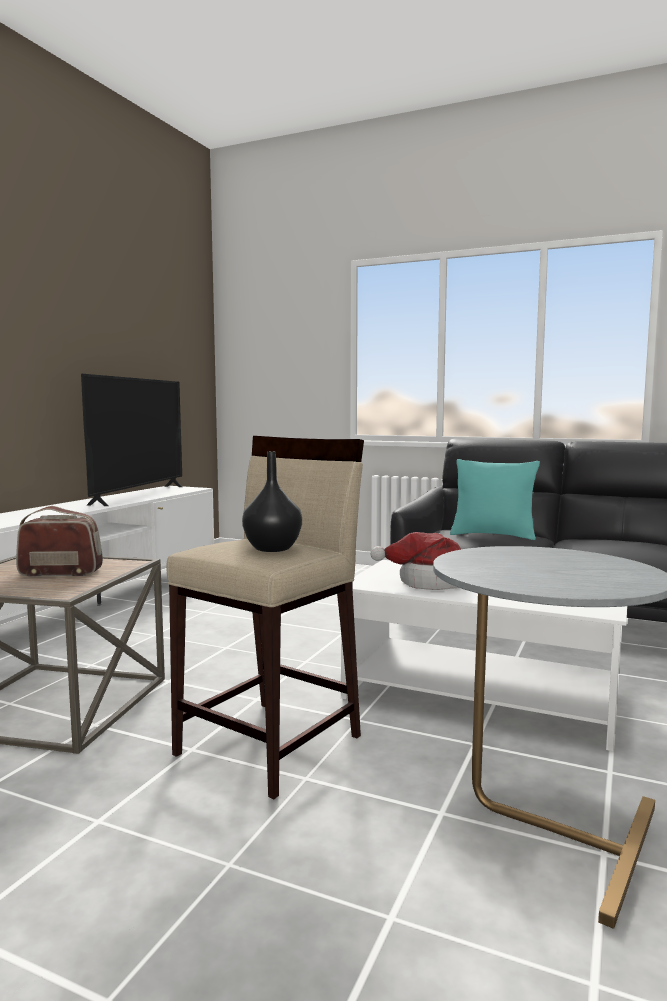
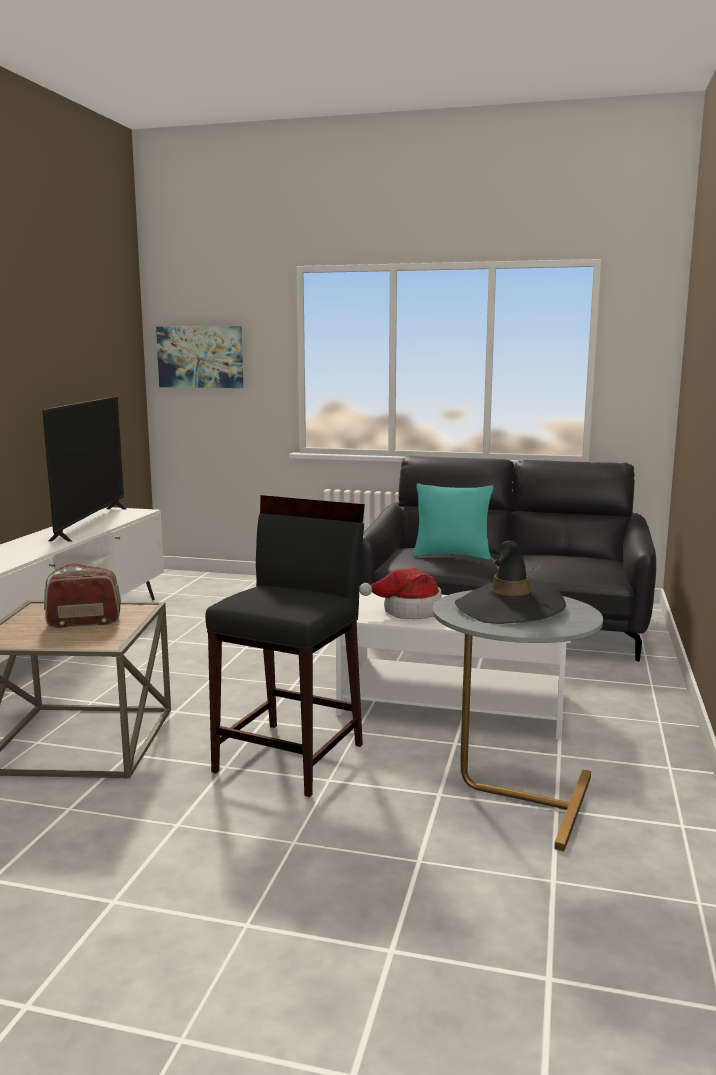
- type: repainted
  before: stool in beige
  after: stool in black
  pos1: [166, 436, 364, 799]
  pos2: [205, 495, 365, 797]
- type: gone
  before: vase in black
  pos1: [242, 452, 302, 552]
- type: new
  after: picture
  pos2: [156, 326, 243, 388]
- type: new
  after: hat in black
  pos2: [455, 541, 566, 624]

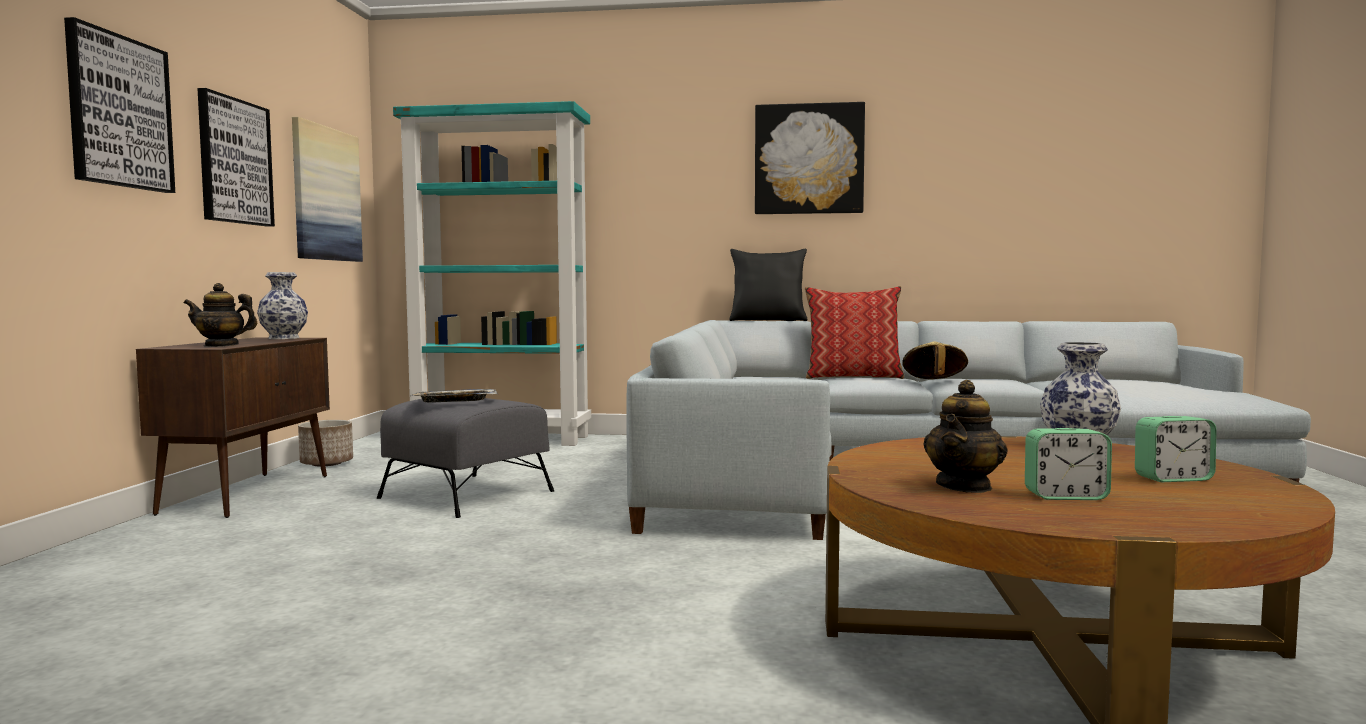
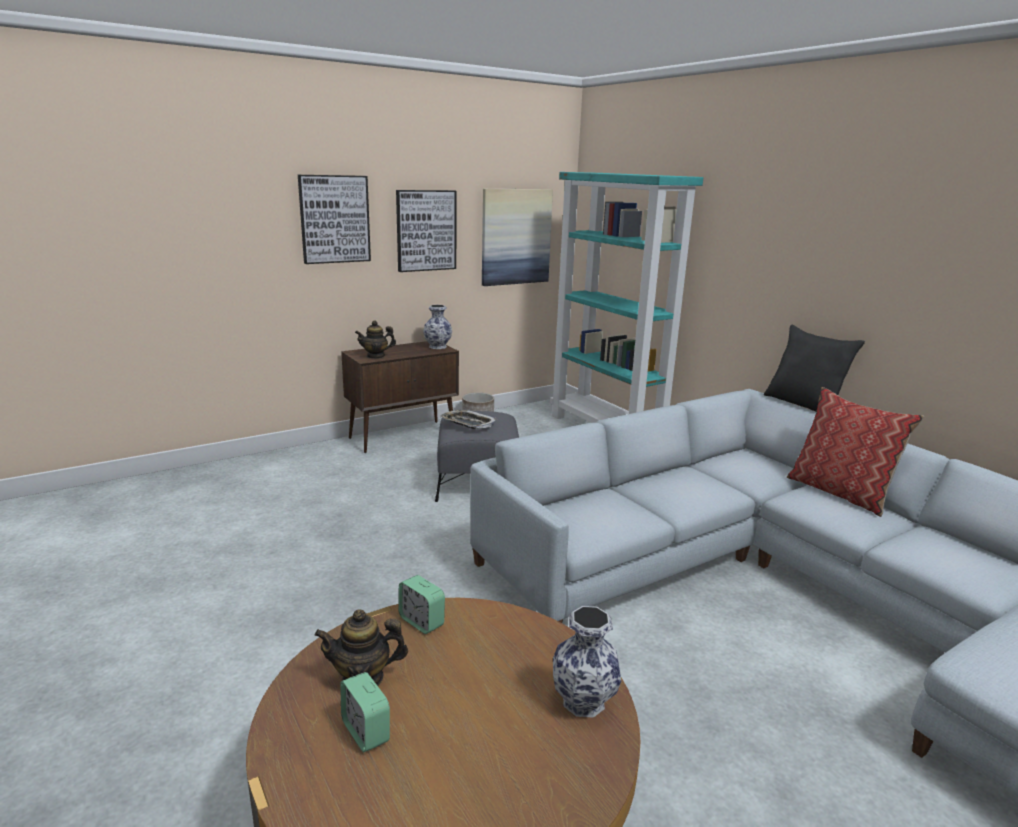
- type: gone
  before: picture
  pos1: [755, 102, 865, 214]
- type: rotated
  before: teapot
  pos1: [184, 283, 257, 347]
  pos2: [355, 321, 396, 359]
  turn: -60
- type: gone
  before: hat in beige
  pos1: [902, 341, 968, 379]
- type: shifted
  before: alarm clock
  pos1: [1135, 416, 1217, 482]
  pos2: [399, 575, 445, 634]

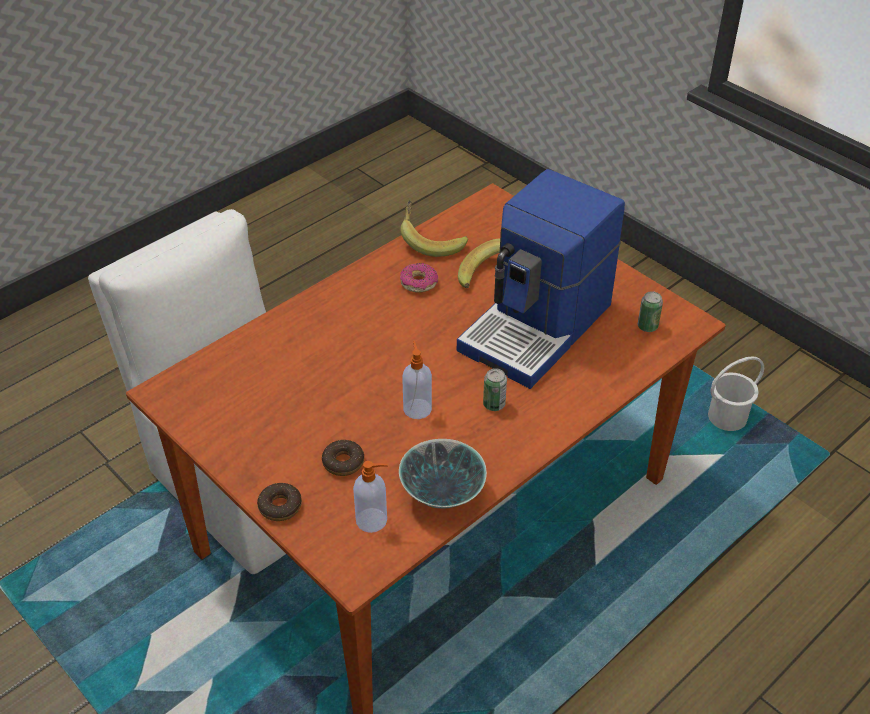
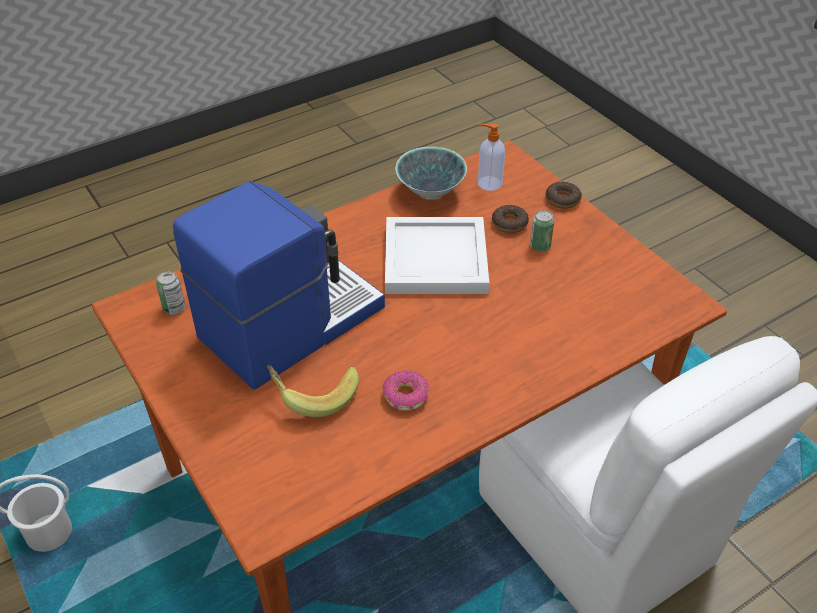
- type: gone
  before: banana
  pos1: [400, 200, 468, 257]
- type: swapped
  before: soap dispenser
  after: tray in white
  pos1: [402, 341, 432, 419]
  pos2: [385, 217, 489, 294]
- type: shifted
  before: can
  pos1: [483, 368, 507, 411]
  pos2: [530, 210, 554, 252]

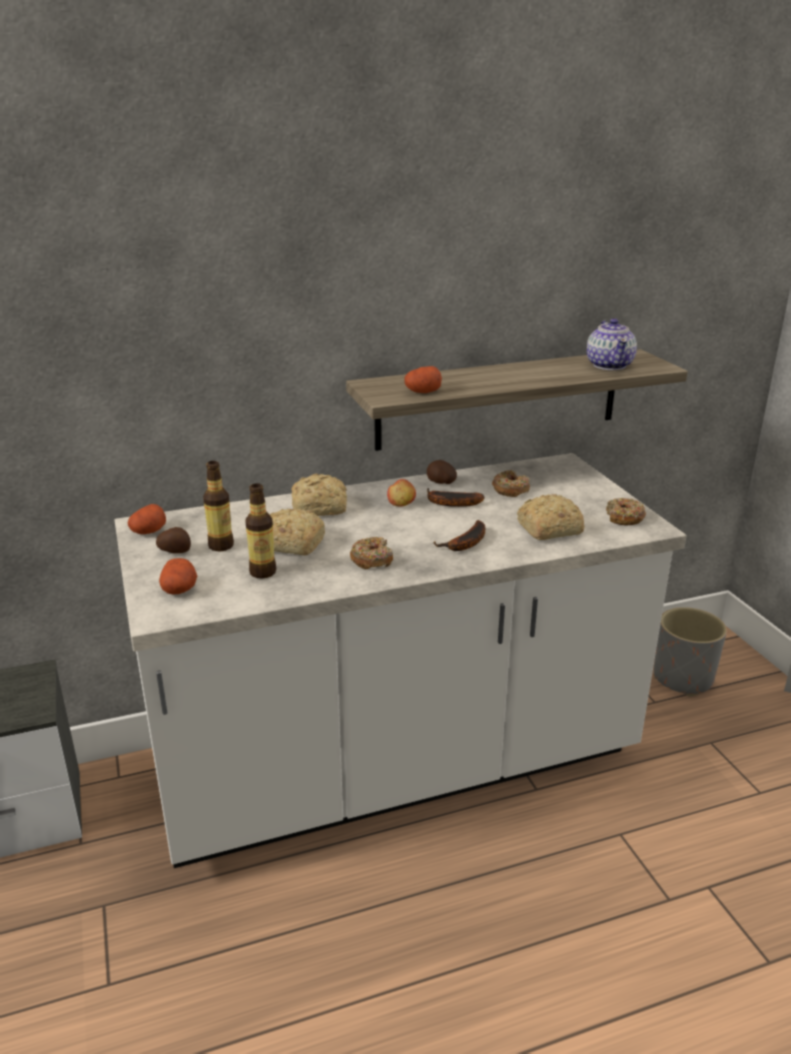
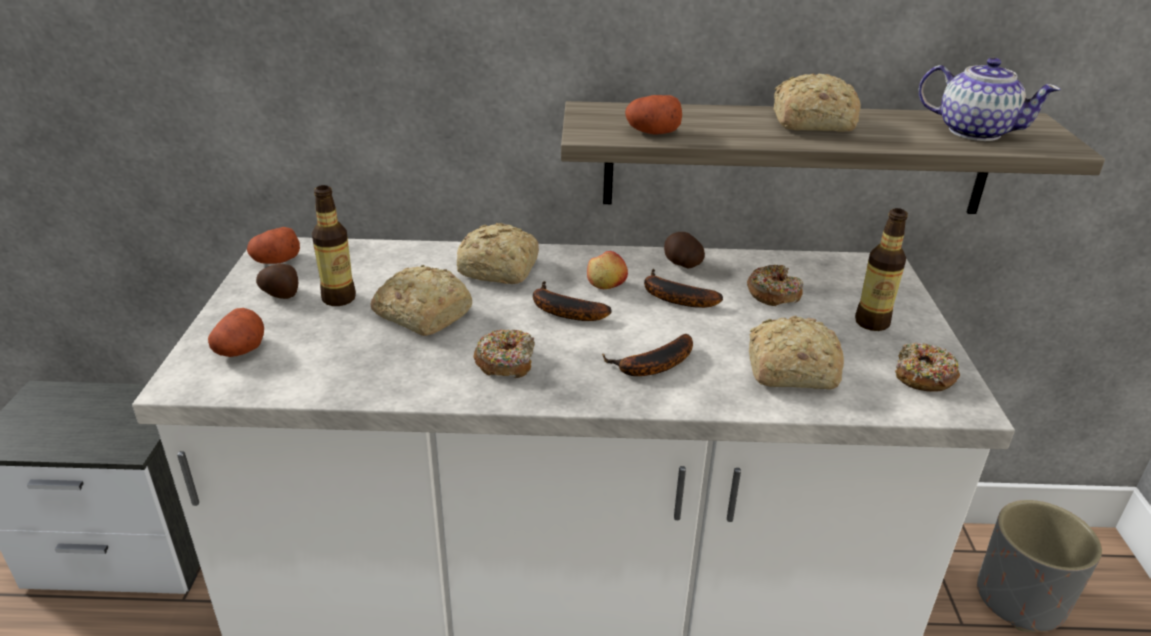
- type: rotated
  before: teapot
  pos1: [587, 318, 637, 370]
  pos2: [919, 58, 1061, 141]
  turn: -75
- type: shifted
  before: bottle
  pos1: [245, 483, 276, 579]
  pos2: [855, 208, 908, 331]
- type: new
  after: bread
  pos2: [774, 74, 861, 132]
- type: new
  after: banana
  pos2: [533, 281, 612, 321]

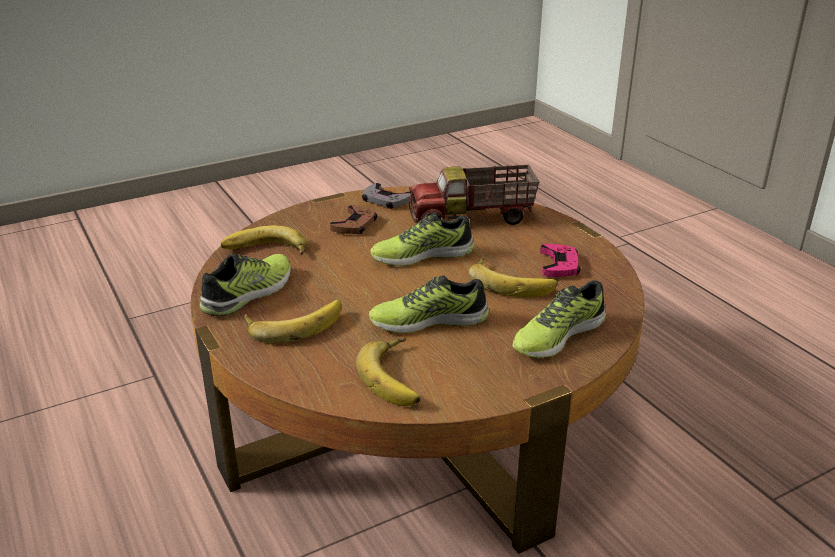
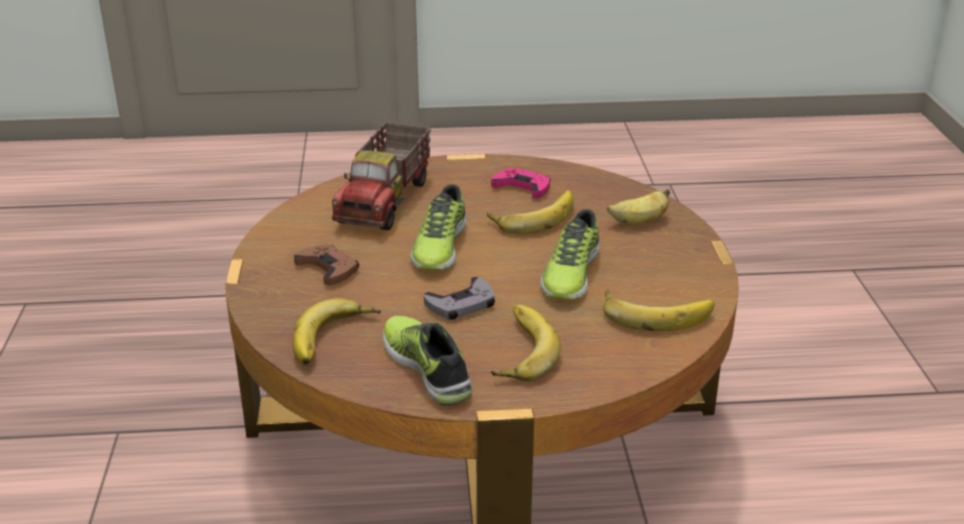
- type: shifted
  before: game controller in grey
  pos1: [362, 183, 411, 209]
  pos2: [424, 277, 495, 320]
- type: swapped
  before: shoe
  after: banana
  pos1: [512, 280, 606, 358]
  pos2: [607, 189, 670, 225]

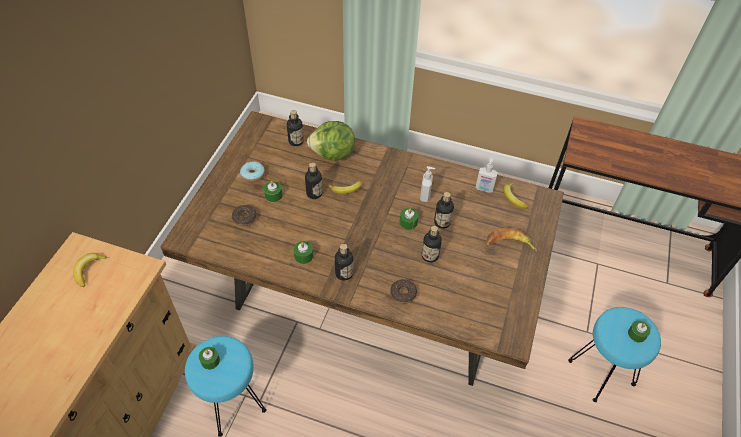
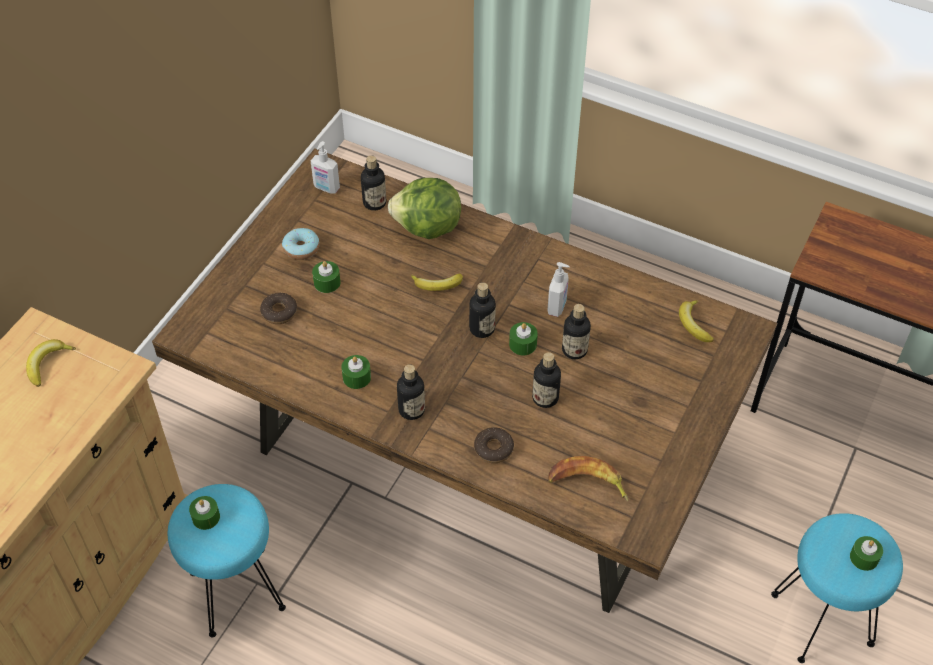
- type: shifted
  before: soap dispenser
  pos1: [475, 158, 498, 193]
  pos2: [311, 141, 340, 194]
- type: shifted
  before: bottle
  pos1: [305, 162, 323, 199]
  pos2: [469, 282, 496, 338]
- type: shifted
  before: banana
  pos1: [486, 228, 538, 252]
  pos2: [548, 456, 629, 501]

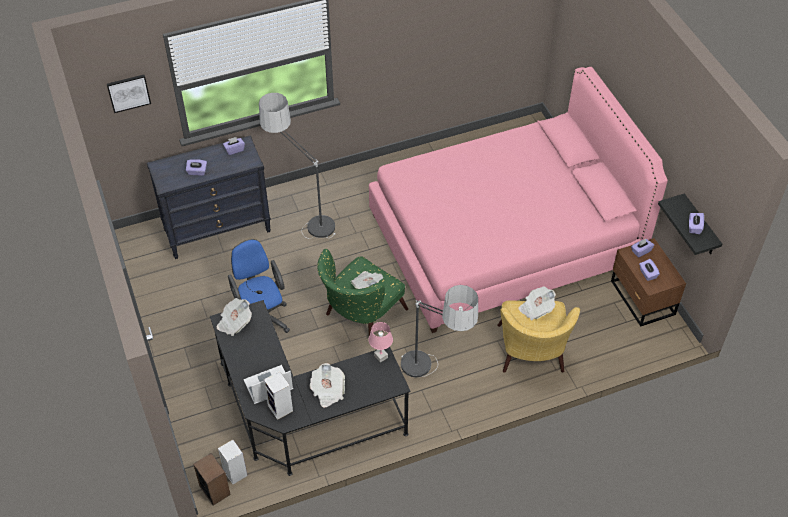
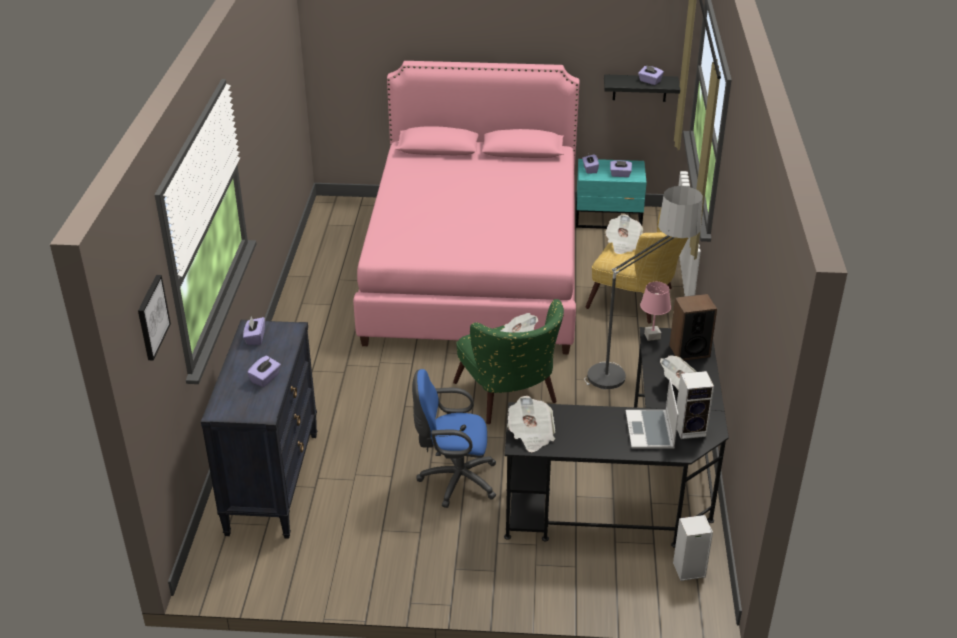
- type: gone
  before: floor lamp
  pos1: [259, 93, 336, 239]
- type: repainted
  before: nightstand in brown
  after: nightstand in turquoise
  pos1: [611, 238, 686, 327]
  pos2: [576, 159, 647, 229]
- type: shifted
  before: speaker
  pos1: [193, 453, 231, 505]
  pos2: [669, 294, 717, 360]

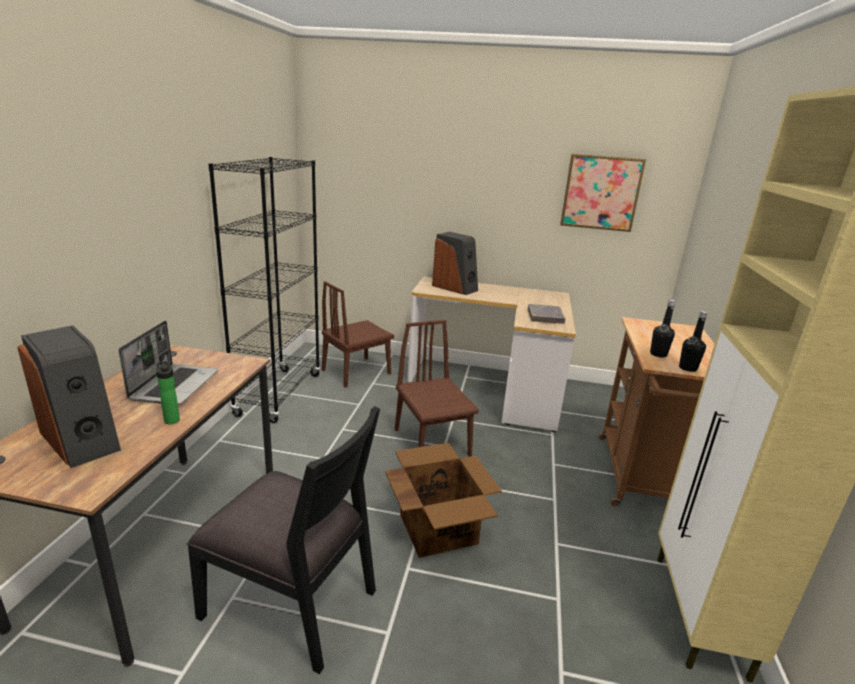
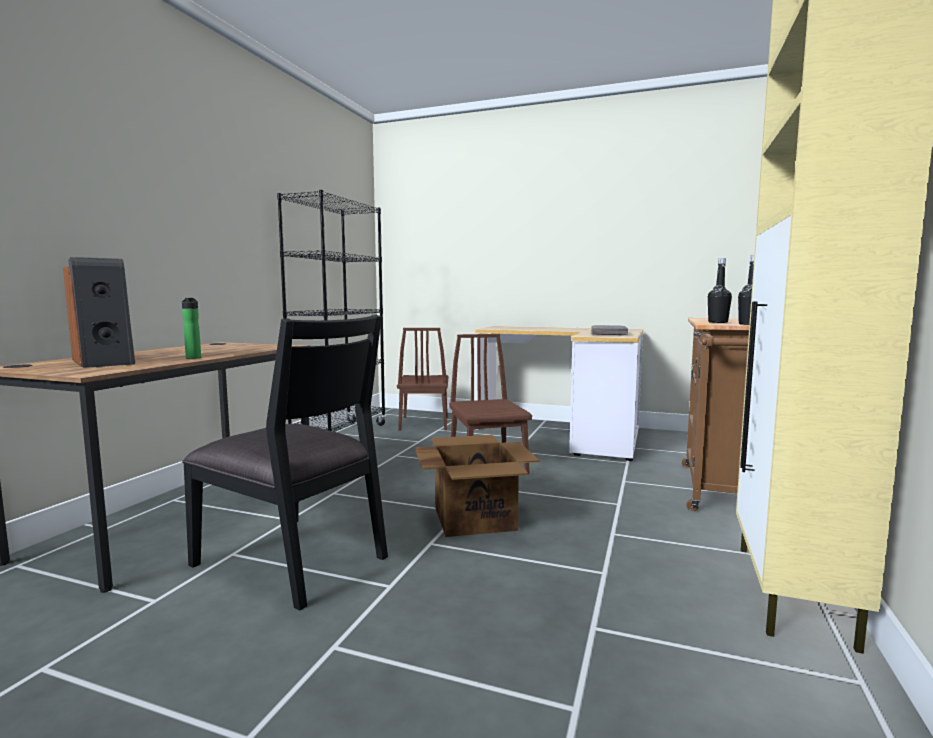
- type: gone
  before: picture
  pos1: [560, 154, 646, 232]
- type: gone
  before: speaker
  pos1: [432, 232, 478, 295]
- type: rotated
  before: chair in brown
  pos1: [322, 281, 394, 388]
  pos2: [397, 328, 448, 431]
  turn: -60
- type: gone
  before: laptop
  pos1: [118, 321, 218, 405]

